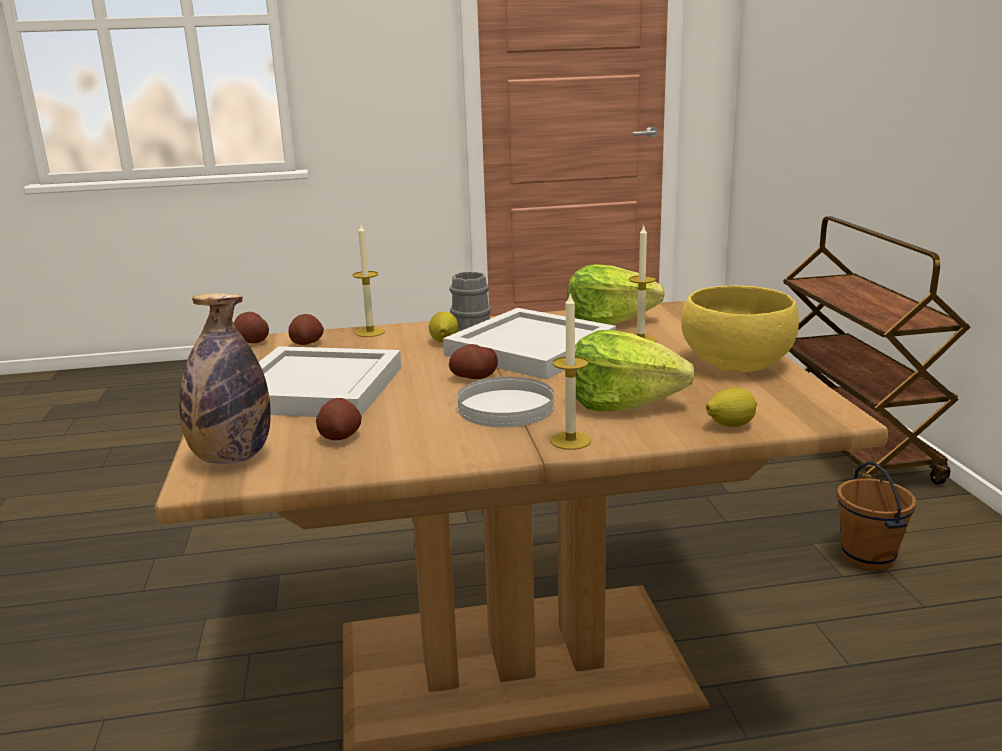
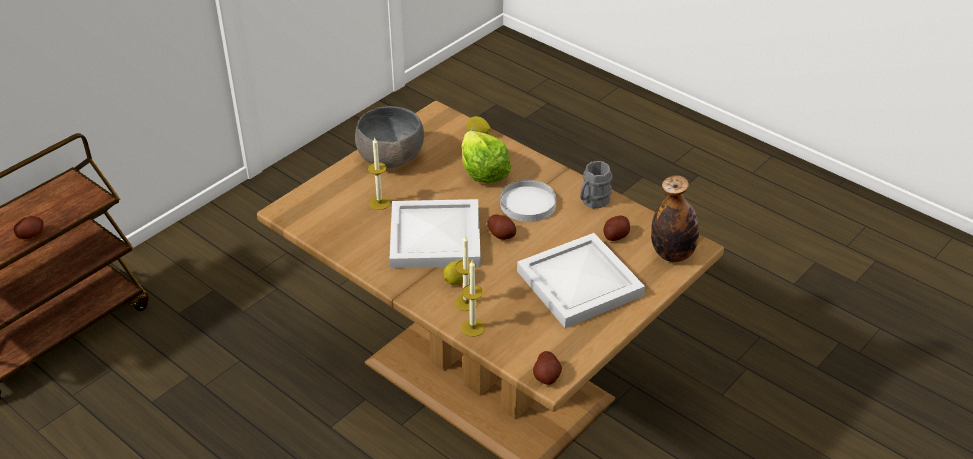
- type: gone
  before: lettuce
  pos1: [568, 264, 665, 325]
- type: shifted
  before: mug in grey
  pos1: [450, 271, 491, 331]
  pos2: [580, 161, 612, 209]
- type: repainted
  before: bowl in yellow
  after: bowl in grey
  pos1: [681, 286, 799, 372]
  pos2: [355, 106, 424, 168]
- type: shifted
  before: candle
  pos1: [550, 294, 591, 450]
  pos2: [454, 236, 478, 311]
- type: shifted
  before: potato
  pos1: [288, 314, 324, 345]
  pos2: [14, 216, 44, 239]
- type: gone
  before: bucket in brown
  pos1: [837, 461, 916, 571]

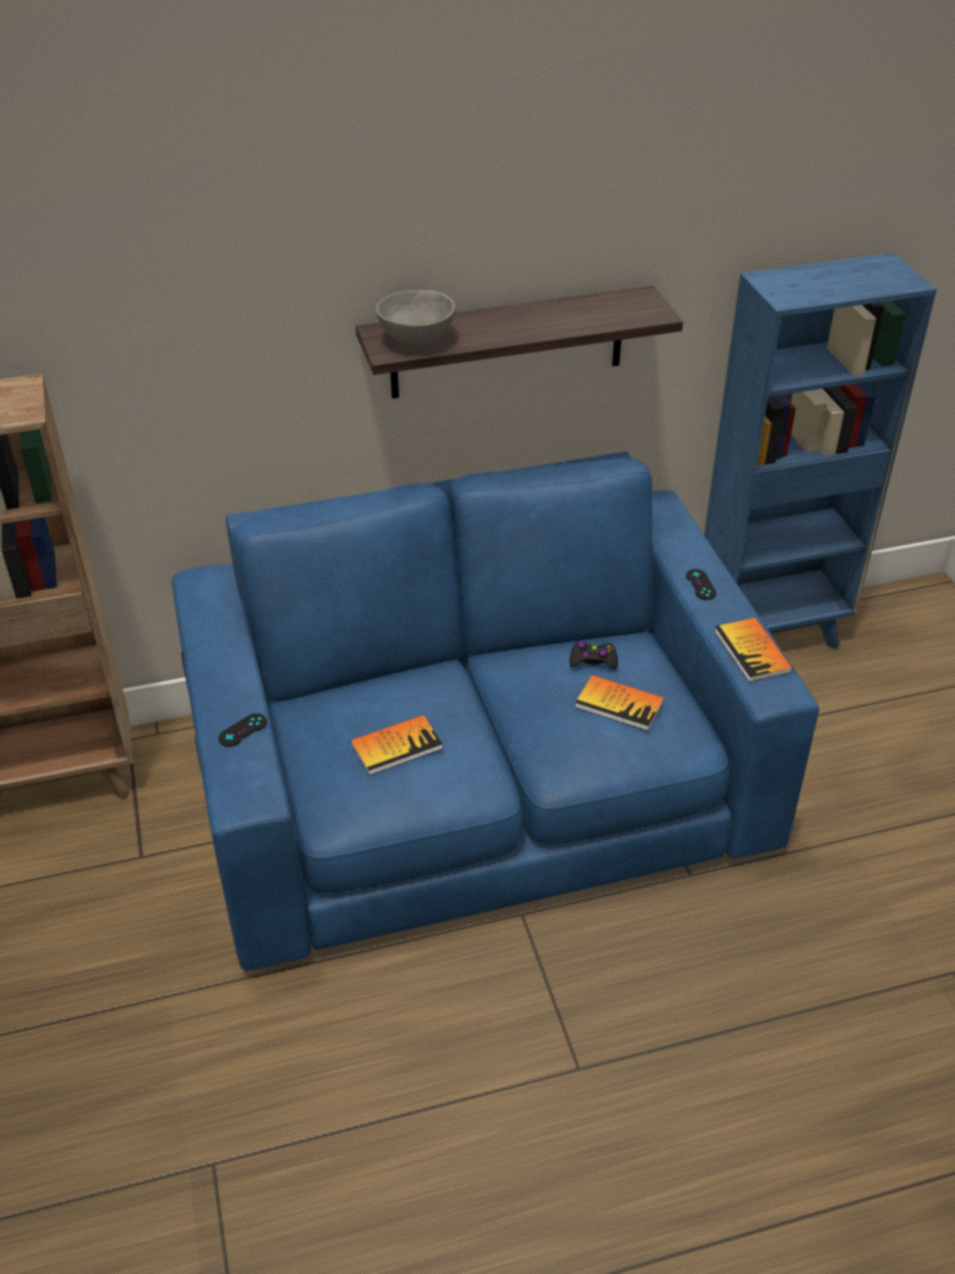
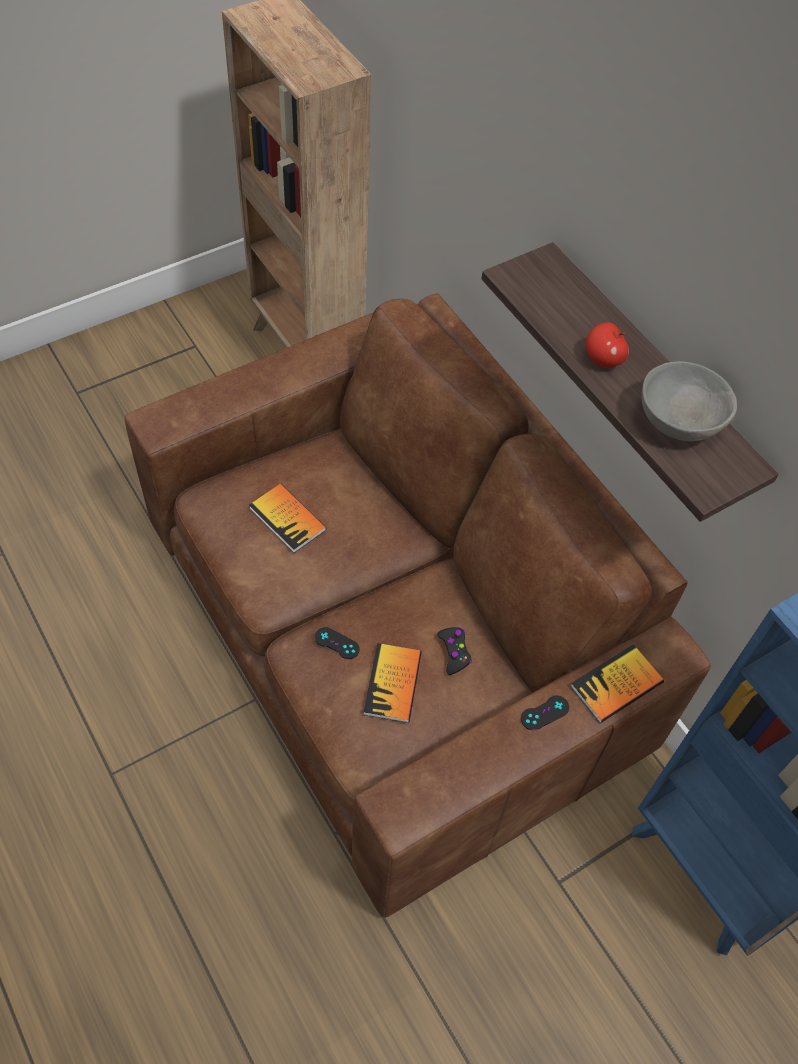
- type: shifted
  before: bowl in grey
  pos1: [376, 290, 456, 346]
  pos2: [642, 361, 737, 442]
- type: repainted
  before: sofa in blue
  after: sofa in brown
  pos1: [172, 451, 819, 971]
  pos2: [124, 293, 711, 917]
- type: shifted
  before: book
  pos1: [714, 618, 793, 682]
  pos2: [570, 644, 664, 723]
- type: shifted
  before: game controller in black
  pos1: [218, 713, 267, 747]
  pos2: [315, 627, 360, 659]
- type: new
  after: apple
  pos2: [585, 322, 629, 368]

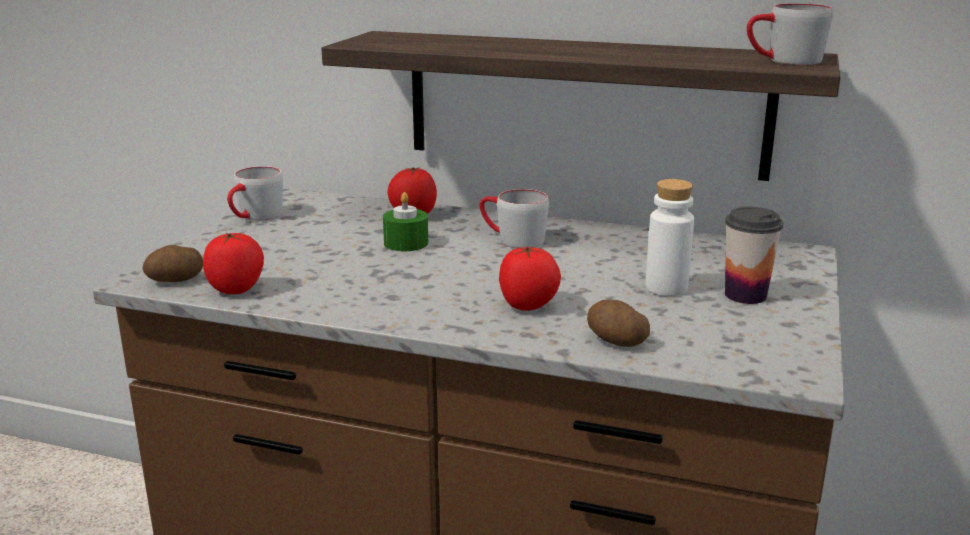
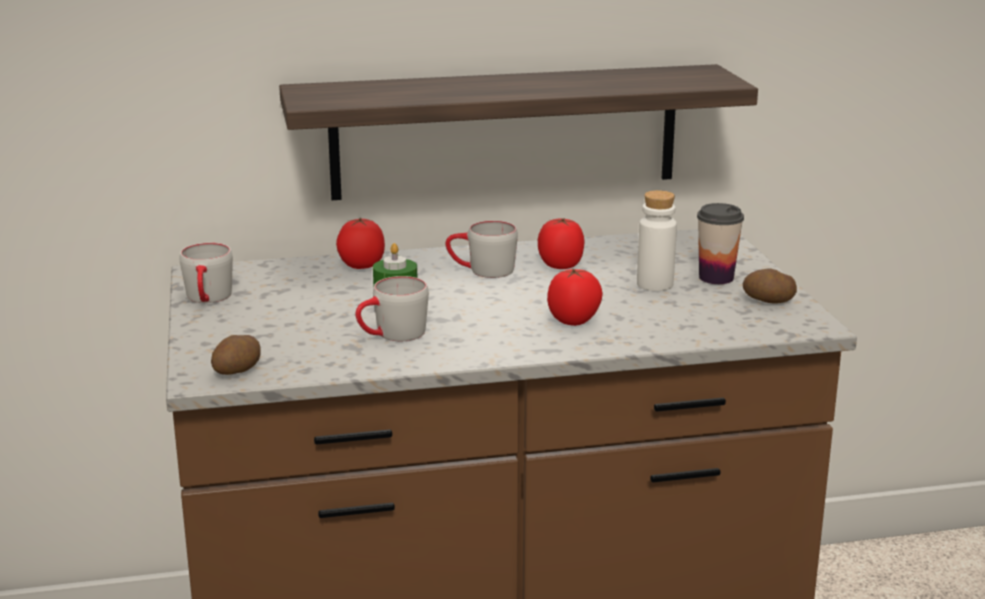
- type: shifted
  before: mug in grey
  pos1: [747, 3, 833, 65]
  pos2: [356, 276, 429, 341]
- type: shifted
  before: tomato
  pos1: [203, 233, 264, 294]
  pos2: [538, 218, 585, 269]
- type: shifted
  before: potato
  pos1: [587, 299, 650, 347]
  pos2: [743, 269, 797, 304]

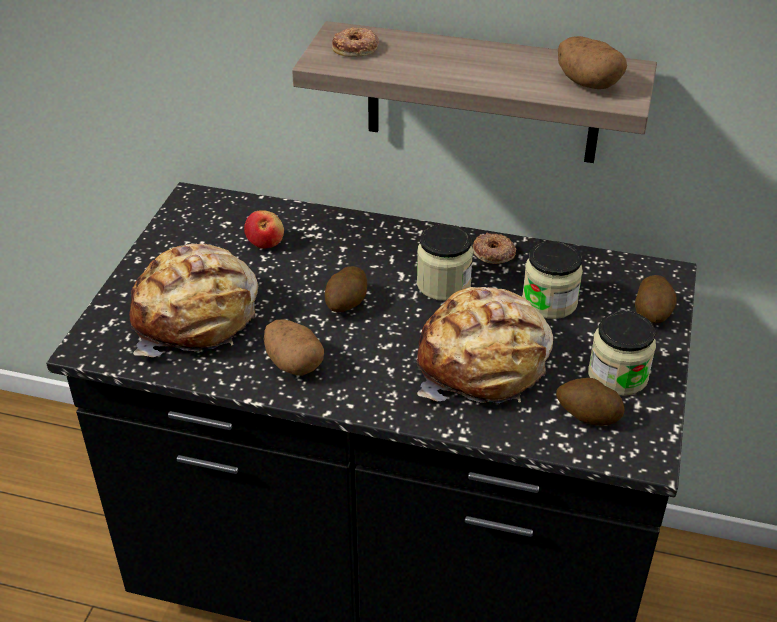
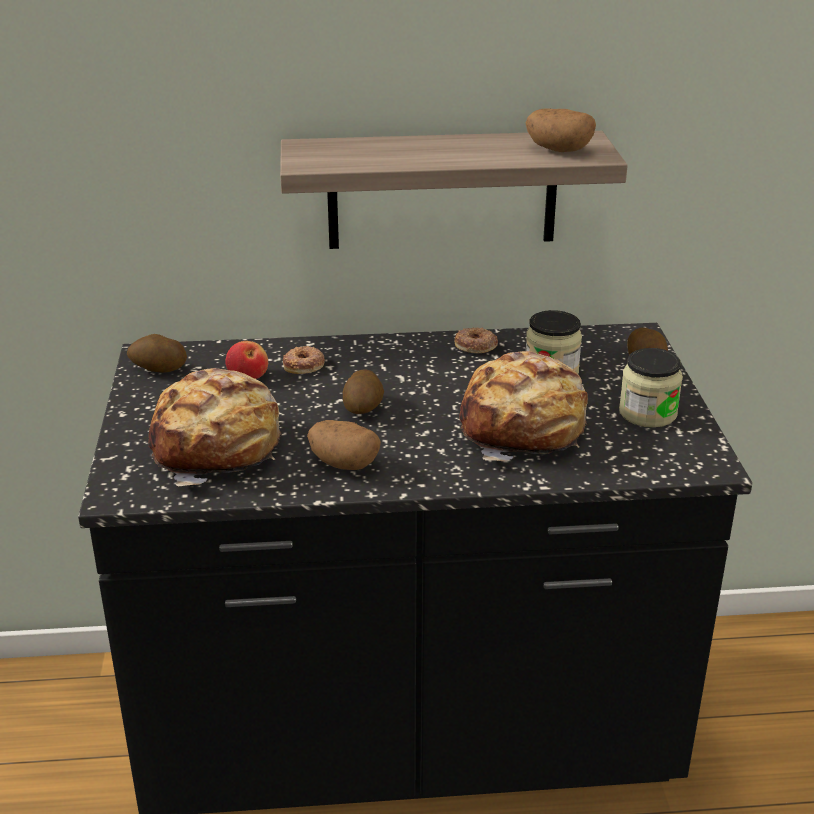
- type: shifted
  before: donut
  pos1: [332, 27, 379, 57]
  pos2: [283, 346, 325, 374]
- type: gone
  before: jar
  pos1: [417, 224, 473, 301]
- type: shifted
  before: potato
  pos1: [556, 378, 624, 426]
  pos2: [127, 334, 187, 373]

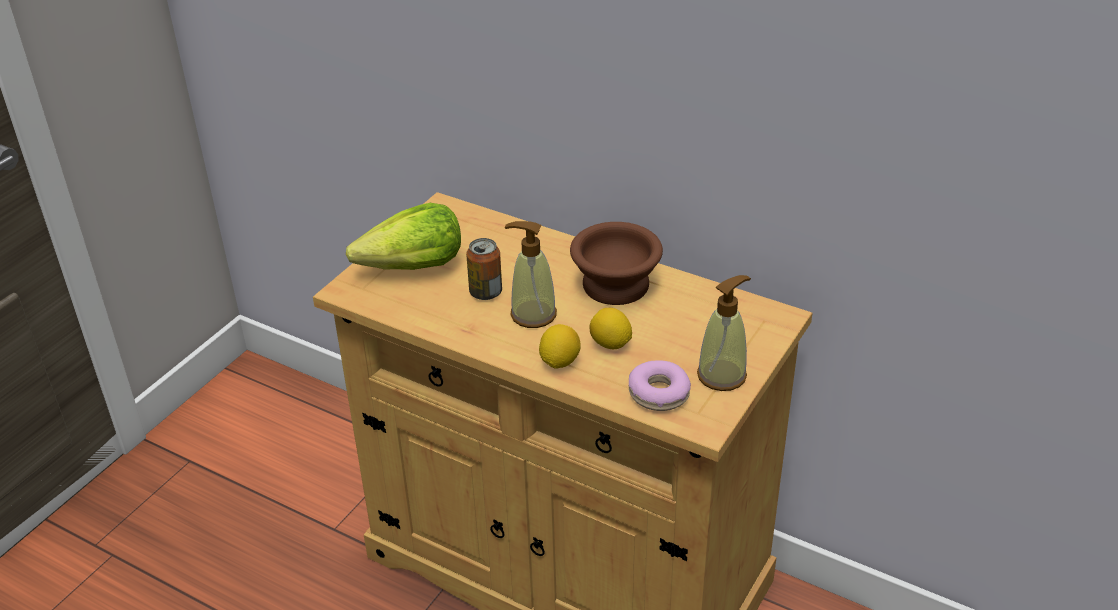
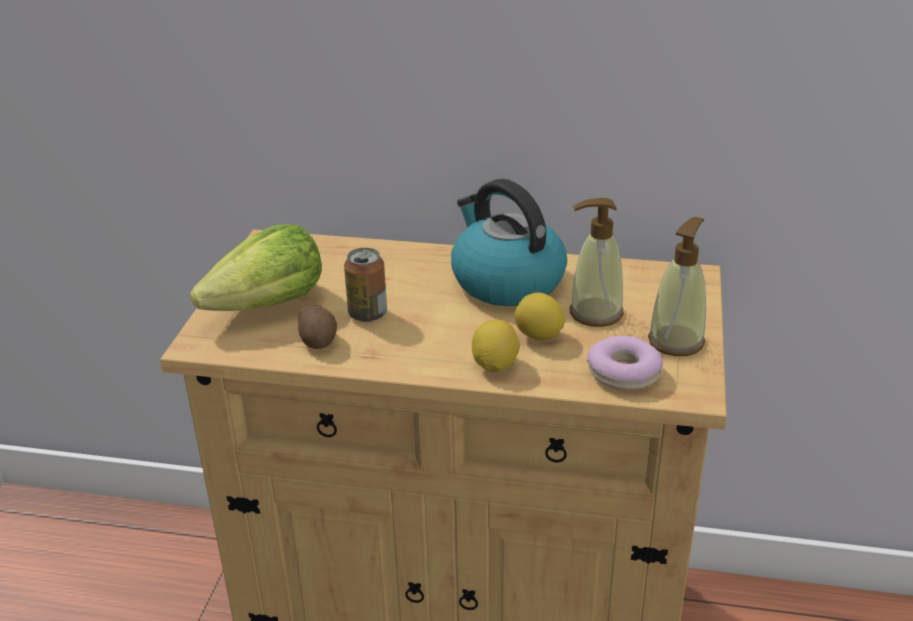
- type: shifted
  before: soap dispenser
  pos1: [505, 221, 557, 328]
  pos2: [570, 198, 624, 327]
- type: swapped
  before: bowl in brown
  after: kettle
  pos1: [570, 222, 663, 305]
  pos2: [451, 179, 567, 306]
- type: new
  after: potato
  pos2: [298, 305, 337, 349]

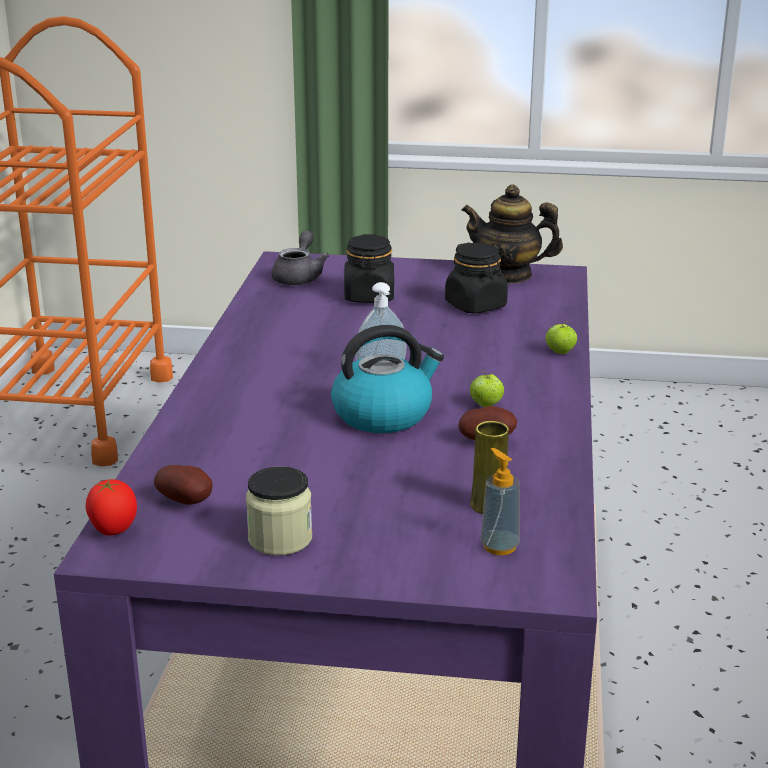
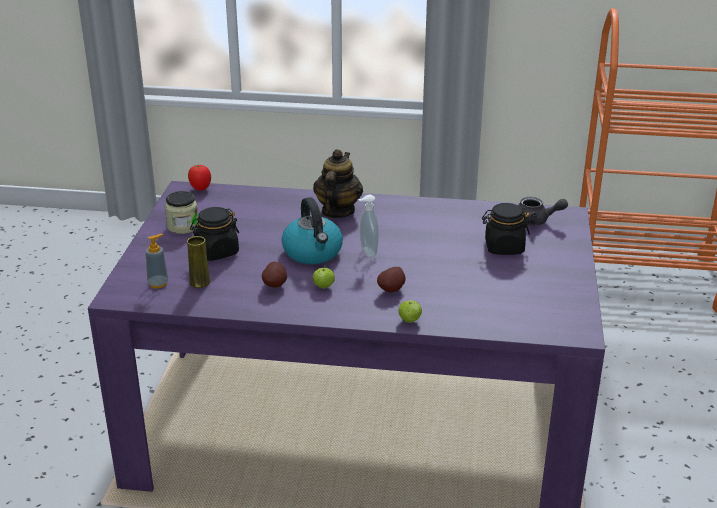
- type: shifted
  before: teapot
  pos1: [461, 185, 563, 283]
  pos2: [313, 149, 363, 218]
- type: shifted
  before: jar in black
  pos1: [445, 242, 508, 314]
  pos2: [190, 207, 239, 261]
- type: shifted
  before: potato
  pos1: [154, 465, 212, 505]
  pos2: [377, 267, 406, 292]

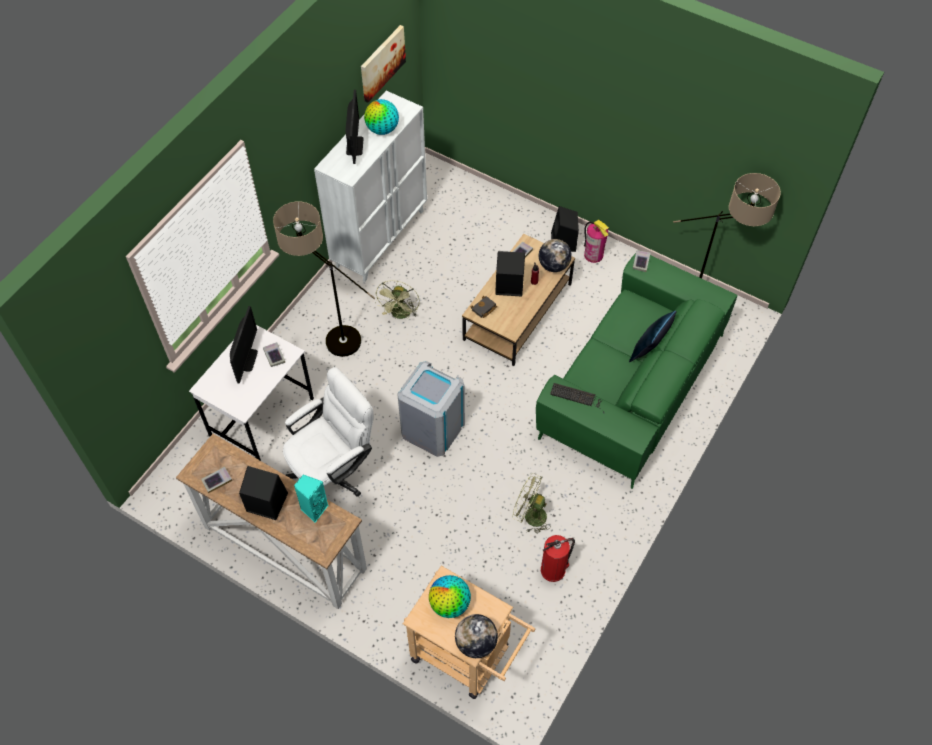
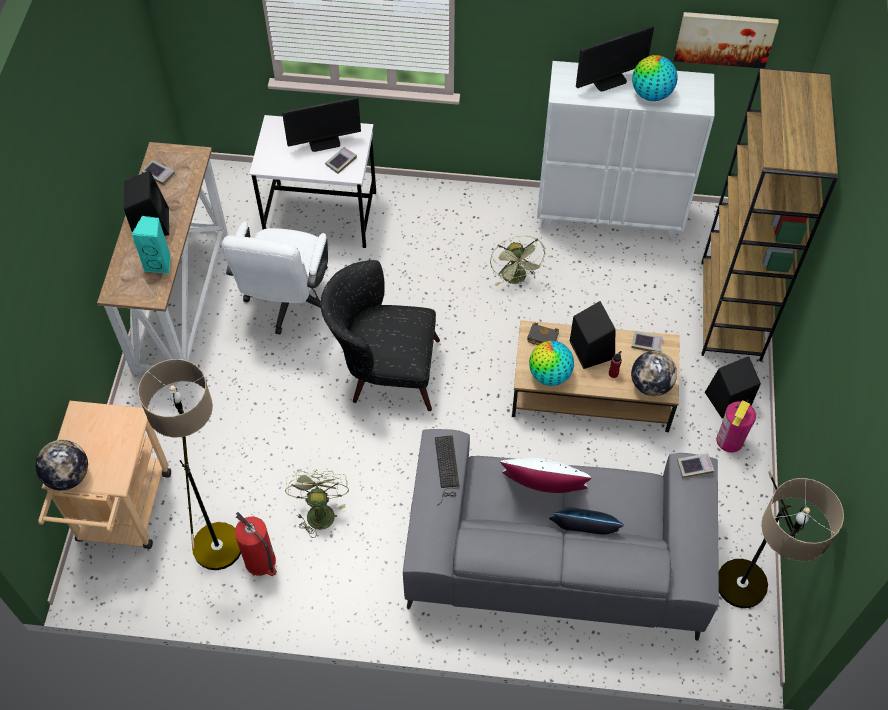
- type: shifted
  before: floor lamp
  pos1: [273, 202, 375, 357]
  pos2: [138, 359, 241, 570]
- type: repainted
  before: sofa in green
  after: sofa in grey
  pos1: [536, 250, 737, 489]
  pos2: [403, 429, 719, 641]
- type: rotated
  before: fan in green
  pos1: [375, 280, 420, 319]
  pos2: [490, 236, 546, 286]
  turn: -90
- type: swapped
  before: trash can in grey
  after: armchair in black
  pos1: [397, 361, 465, 457]
  pos2: [320, 260, 440, 411]
- type: rotated
  before: office chair in white
  pos1: [283, 367, 374, 497]
  pos2: [222, 222, 328, 335]
  turn: 75
- type: shifted
  before: globe
  pos1: [429, 575, 471, 618]
  pos2: [529, 341, 574, 386]
- type: new
  after: bookcase in brown
  pos2: [701, 68, 838, 361]
- type: new
  after: pillow in white
  pos2: [500, 458, 591, 493]

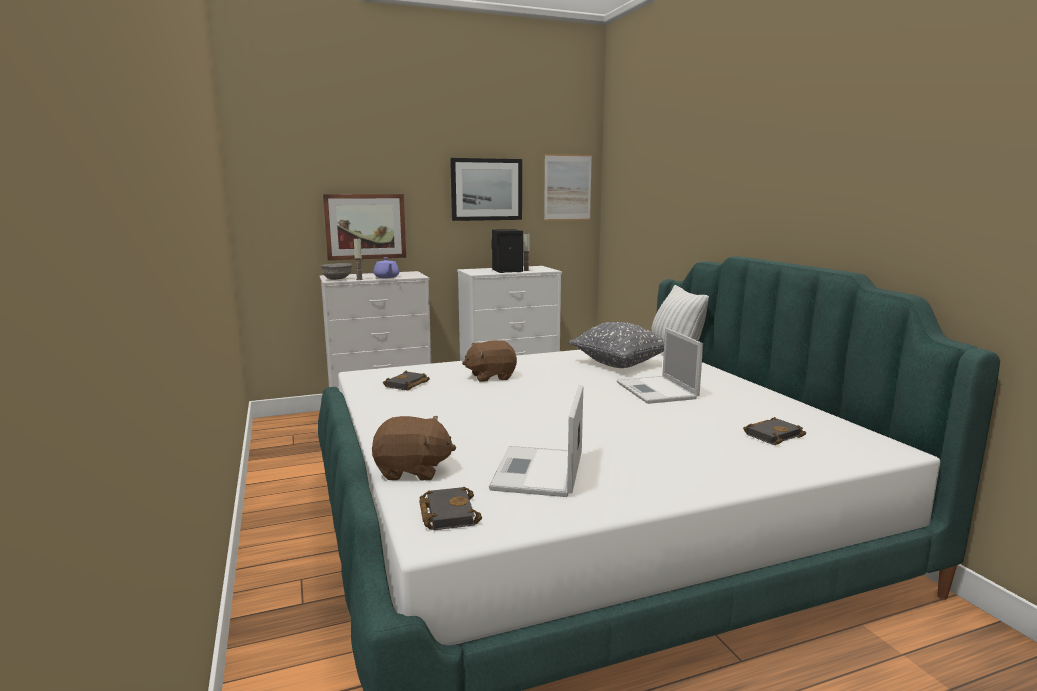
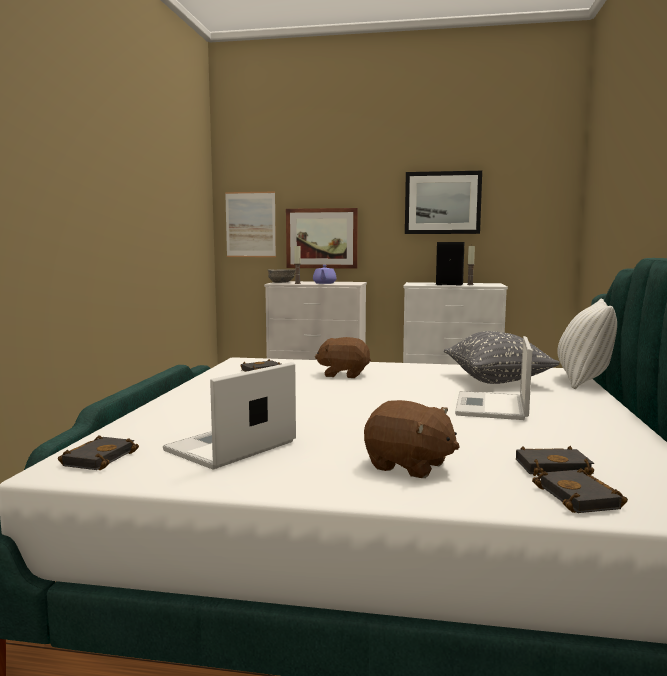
- type: shifted
  before: picture
  pos1: [544, 154, 592, 221]
  pos2: [225, 191, 276, 257]
- type: shifted
  before: plush toy in brown
  pos1: [372, 416, 456, 480]
  pos2: [364, 400, 460, 478]
- type: new
  after: book in black
  pos2: [532, 468, 628, 513]

